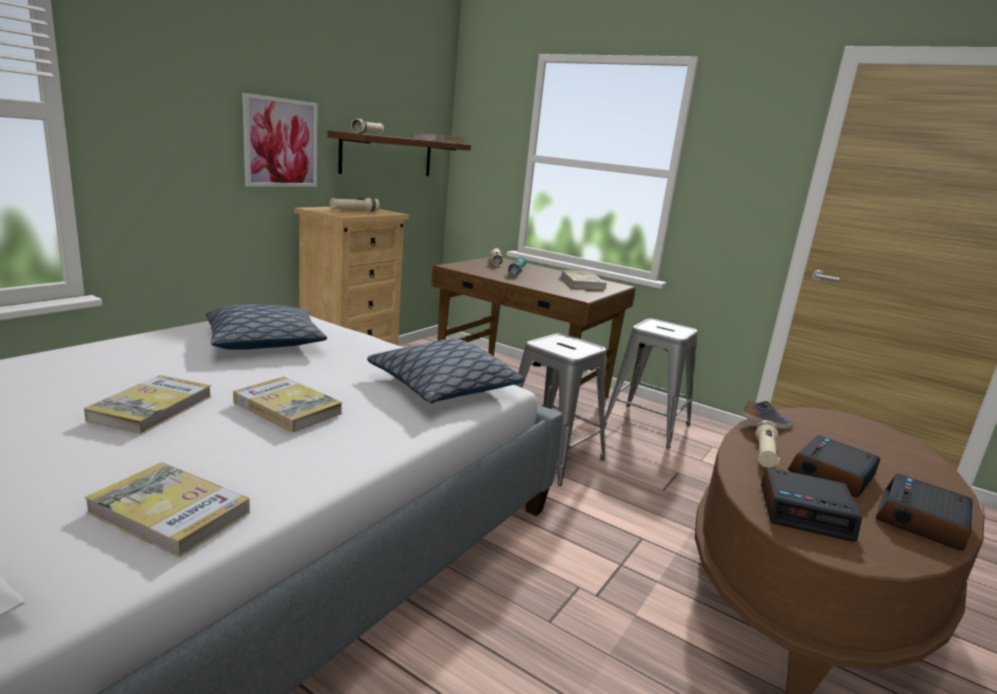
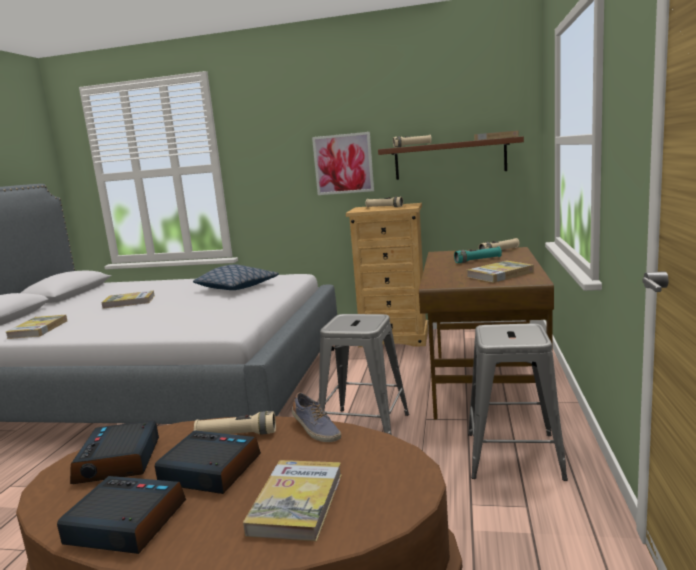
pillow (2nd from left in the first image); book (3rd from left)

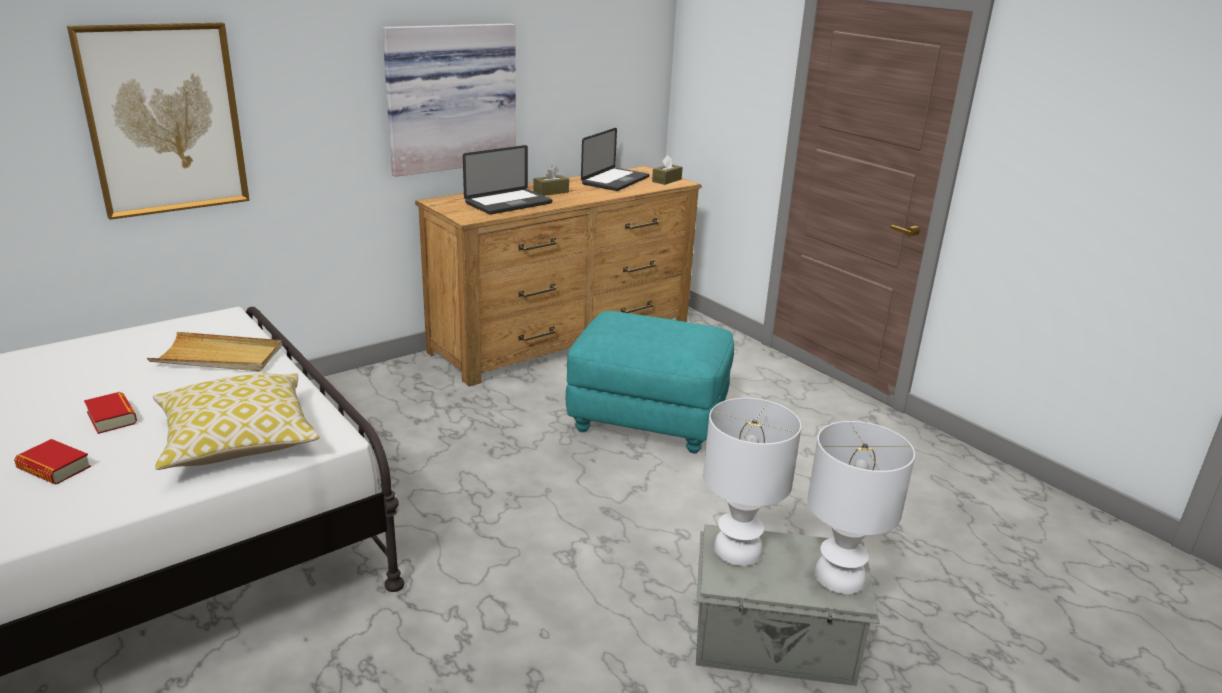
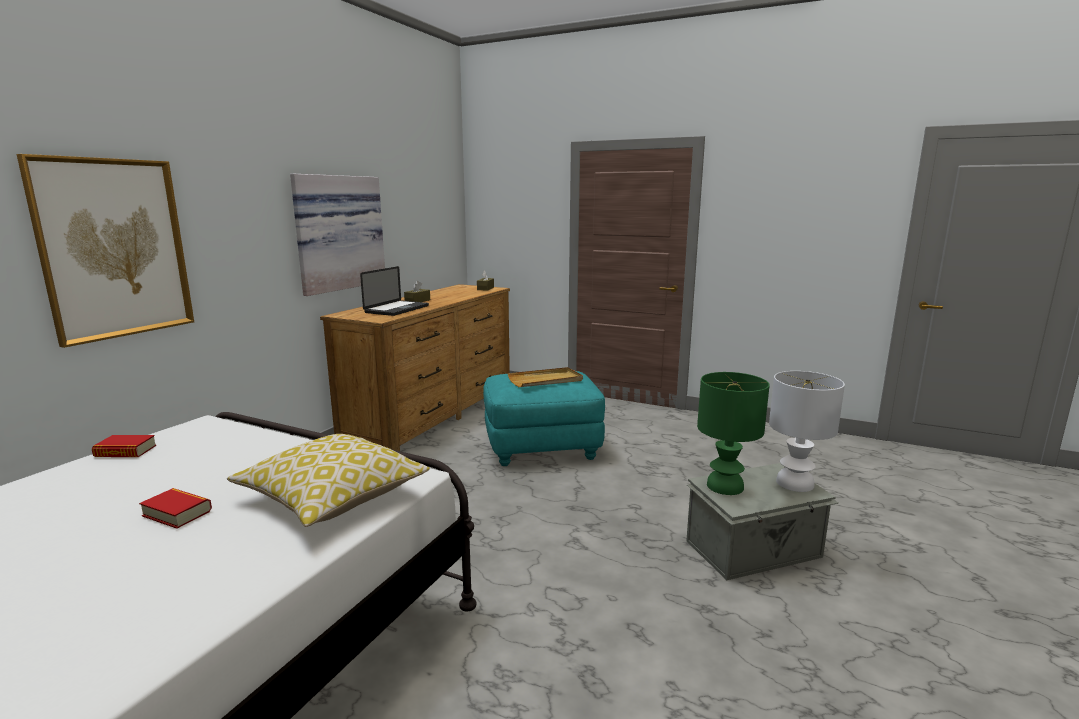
laptop (2nd from left in the first image); book (1st from left); beige tray; green table lamp

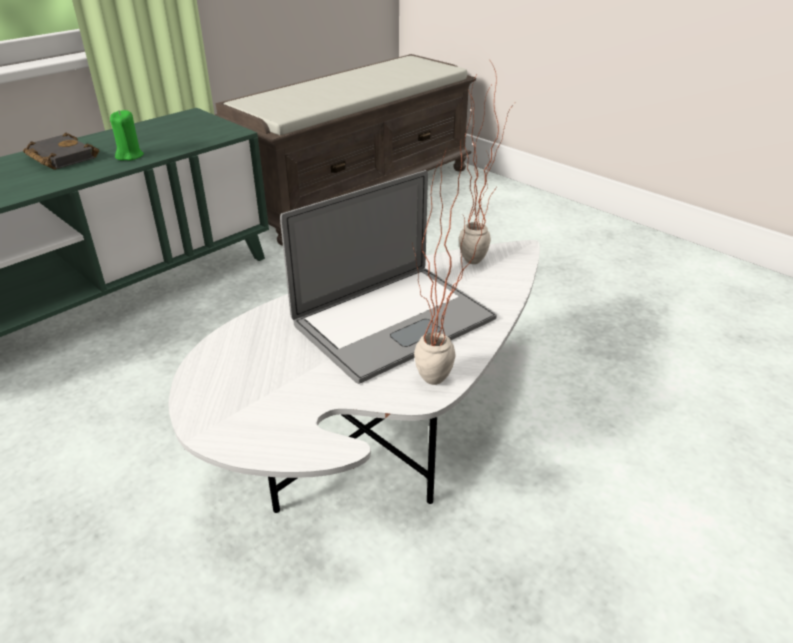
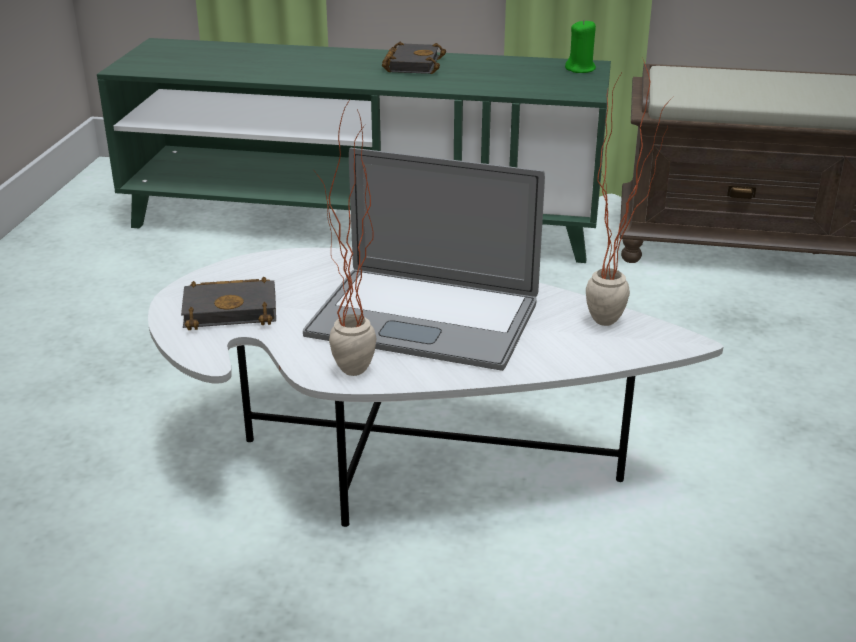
black book (1st from left); green candle

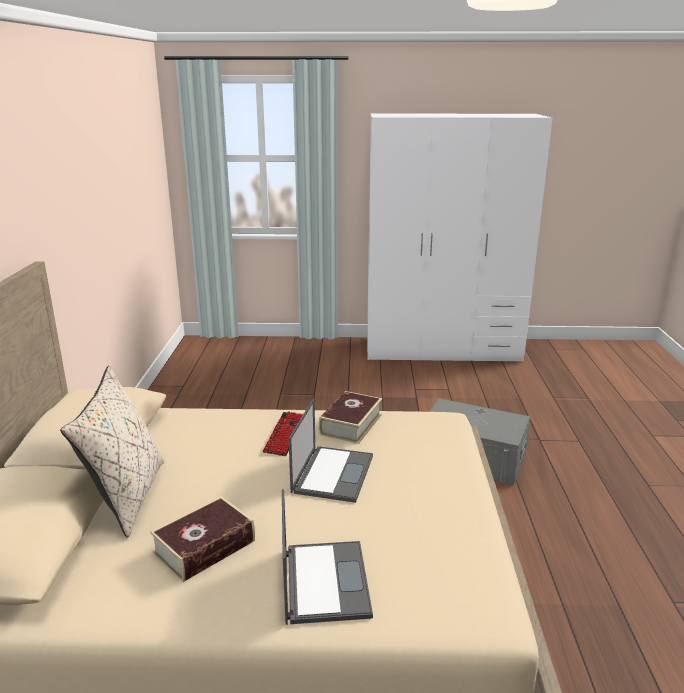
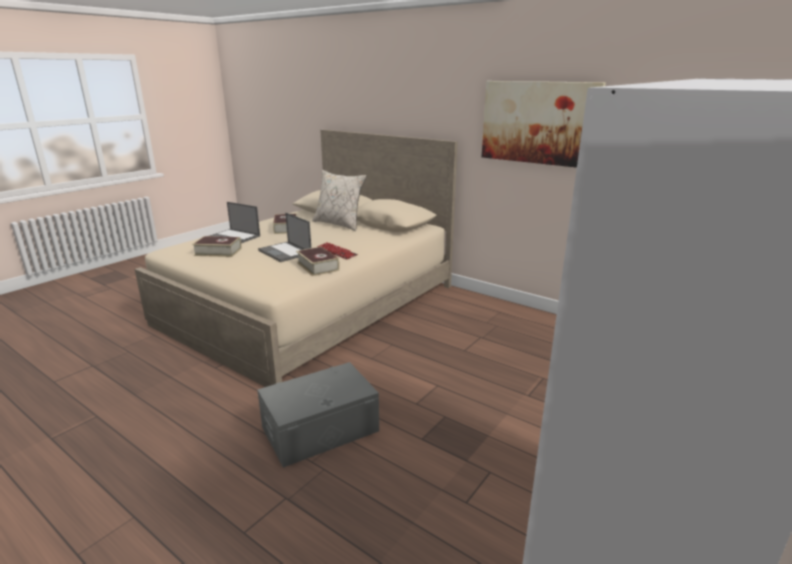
book (1st from left); picture

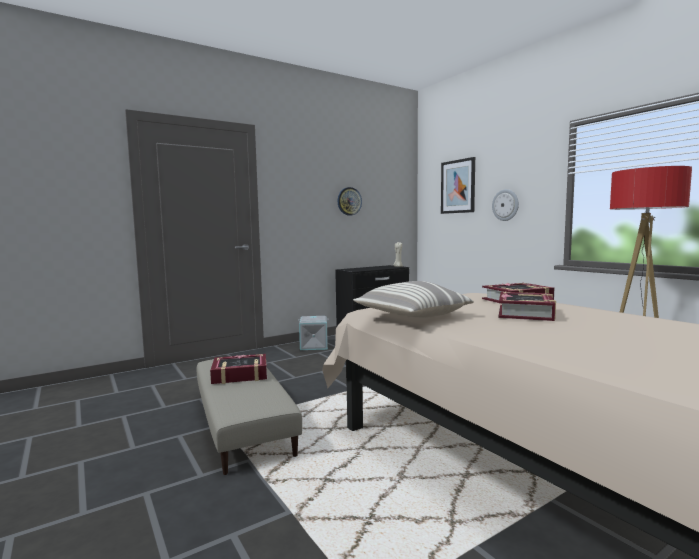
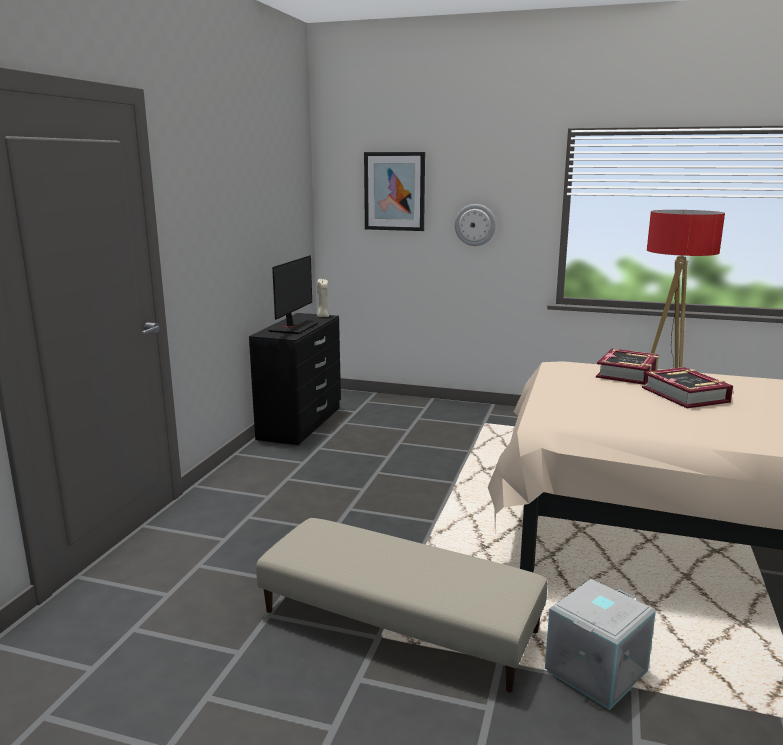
book (1st from left in the first image); wall clock (1st from left in the first image); pillow; monitor; grey storage box

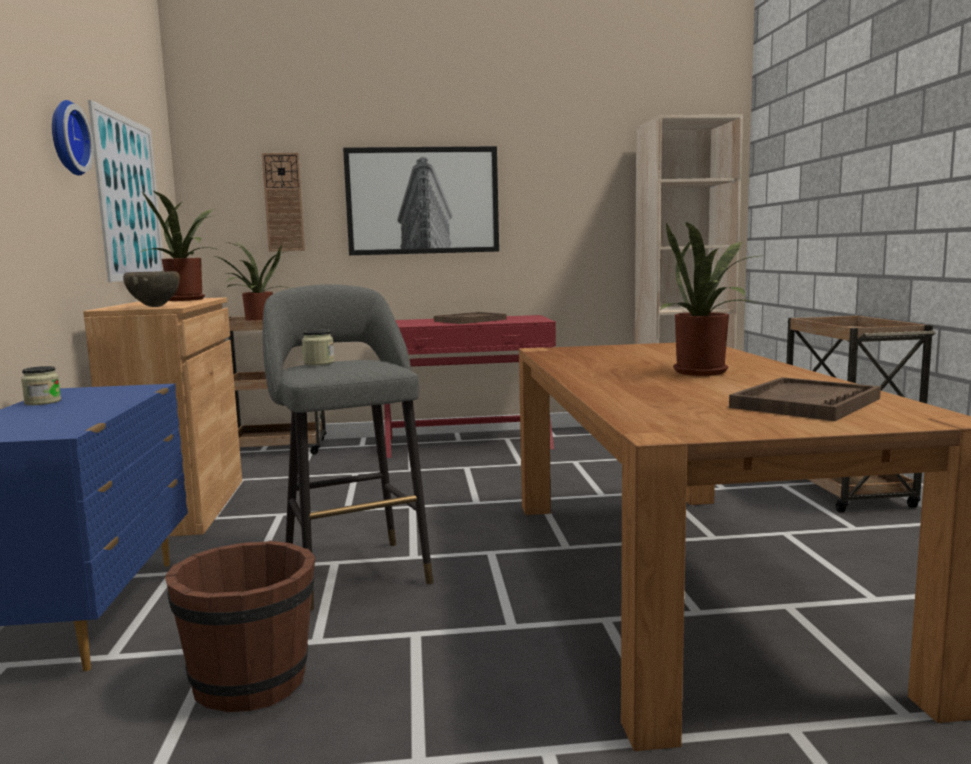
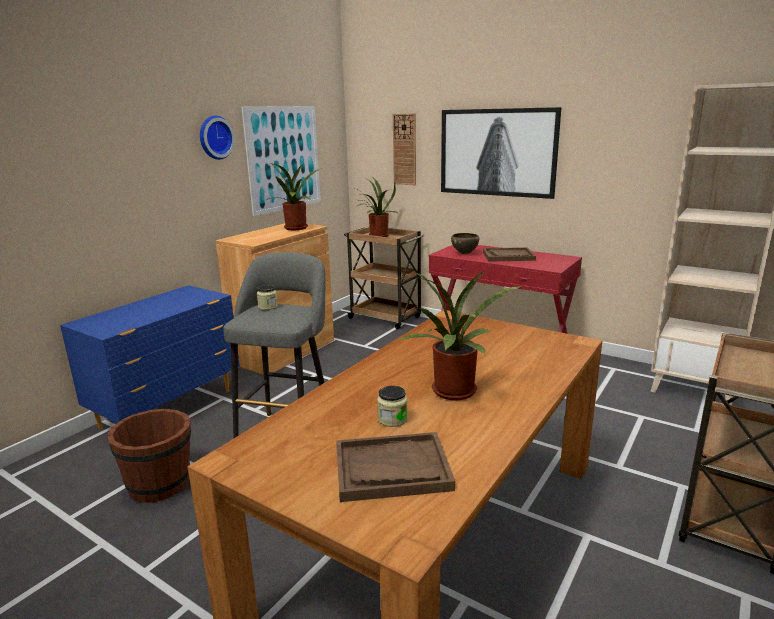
jar (2nd from left); brown bowl

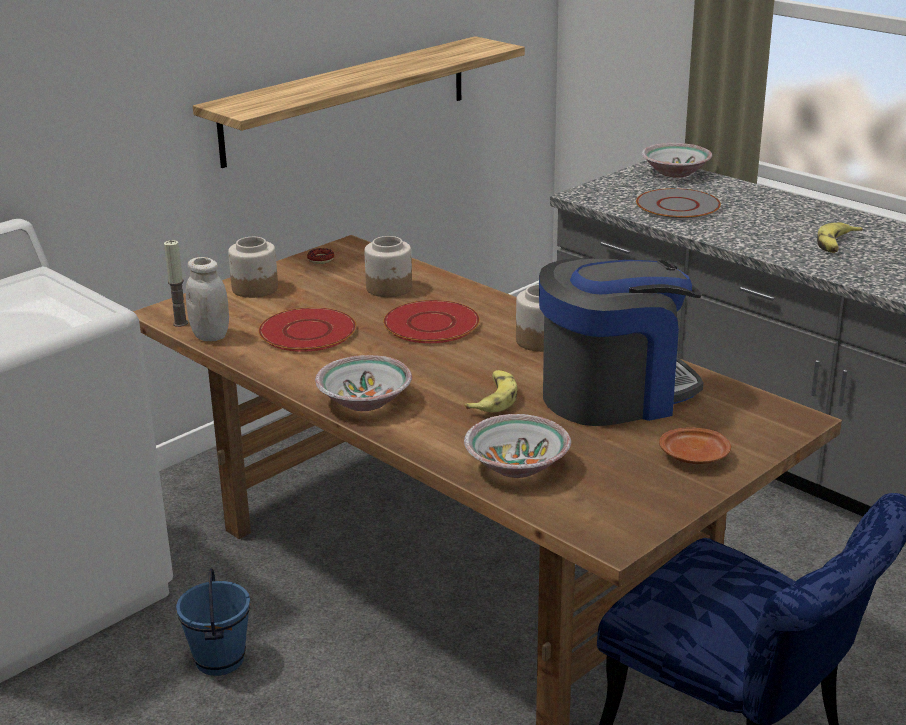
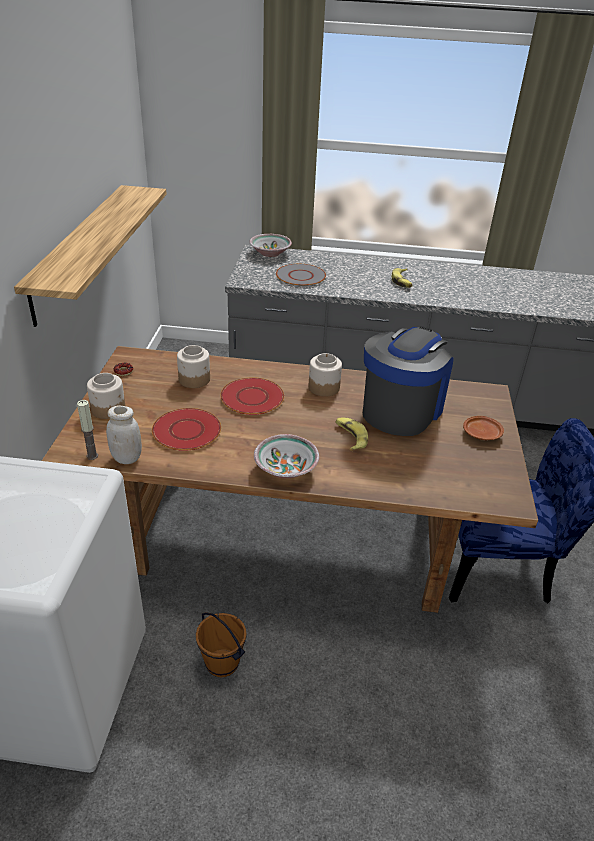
bowl (2nd from left in the first image); brown bucket

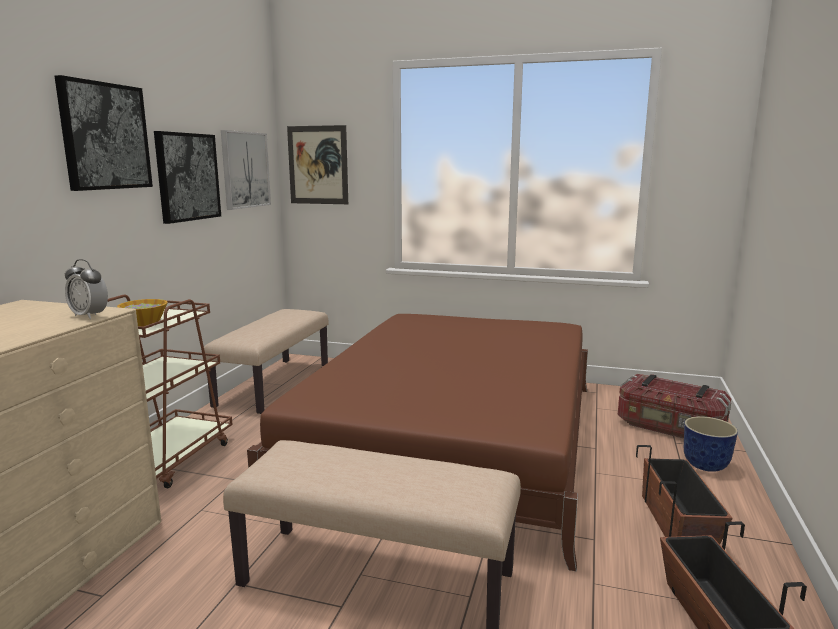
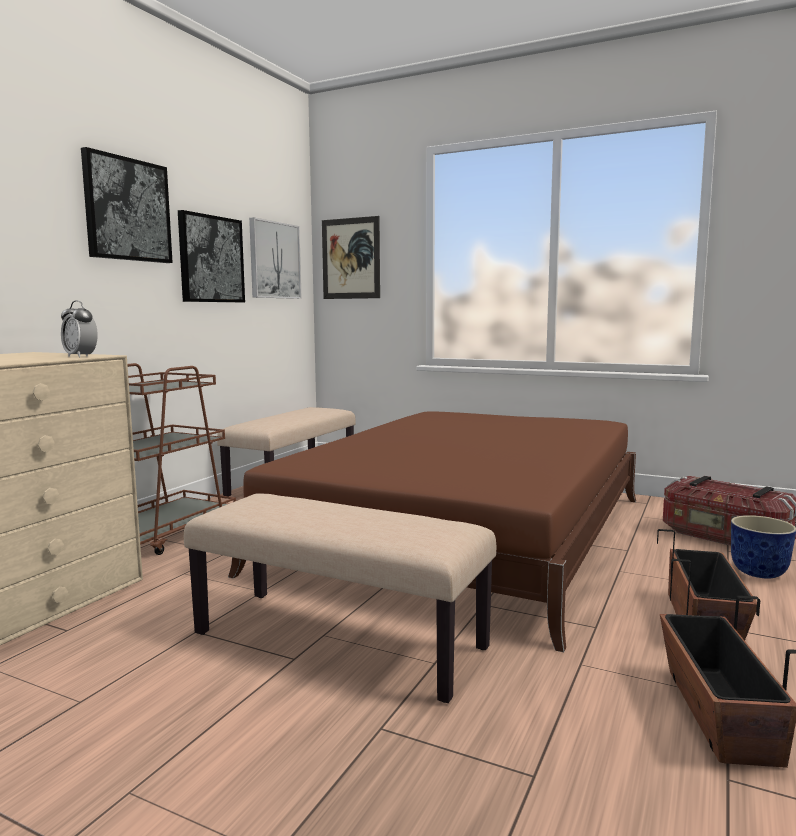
bowl

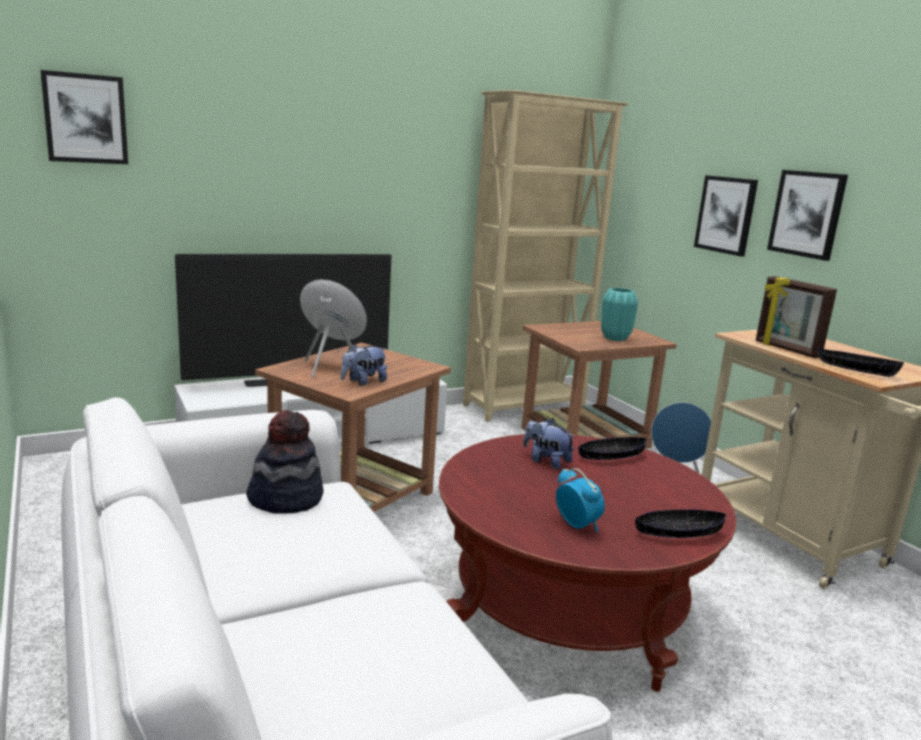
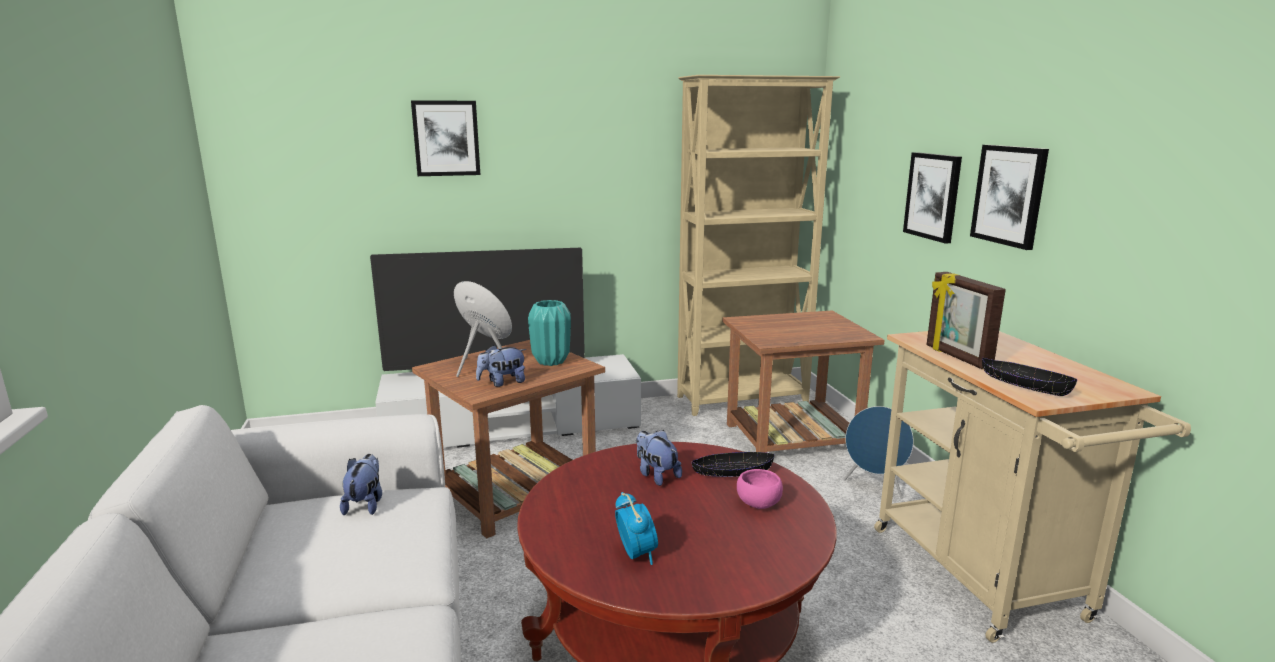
black bowl (2nd from left in the first image); pink bowl; picture (1st from left); turquoise vase; plush toy (1st from left)

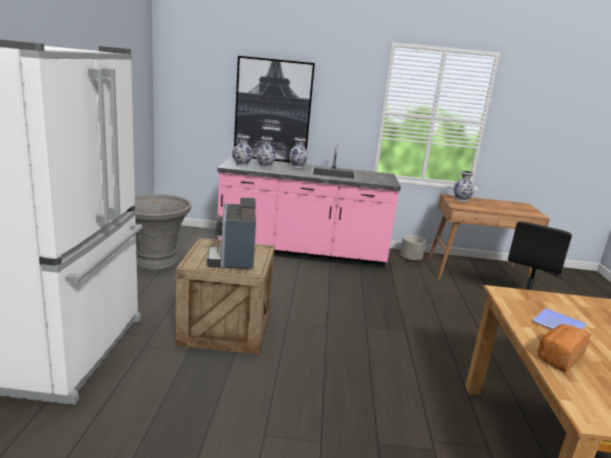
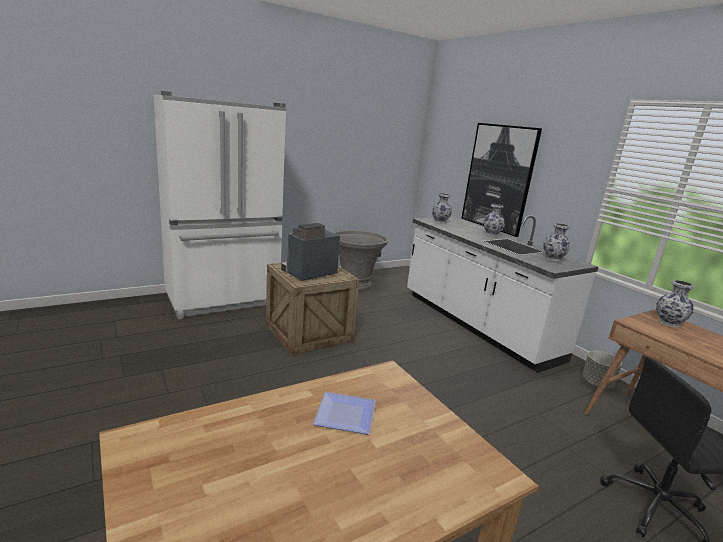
bread; vase (3rd from left); white counter

